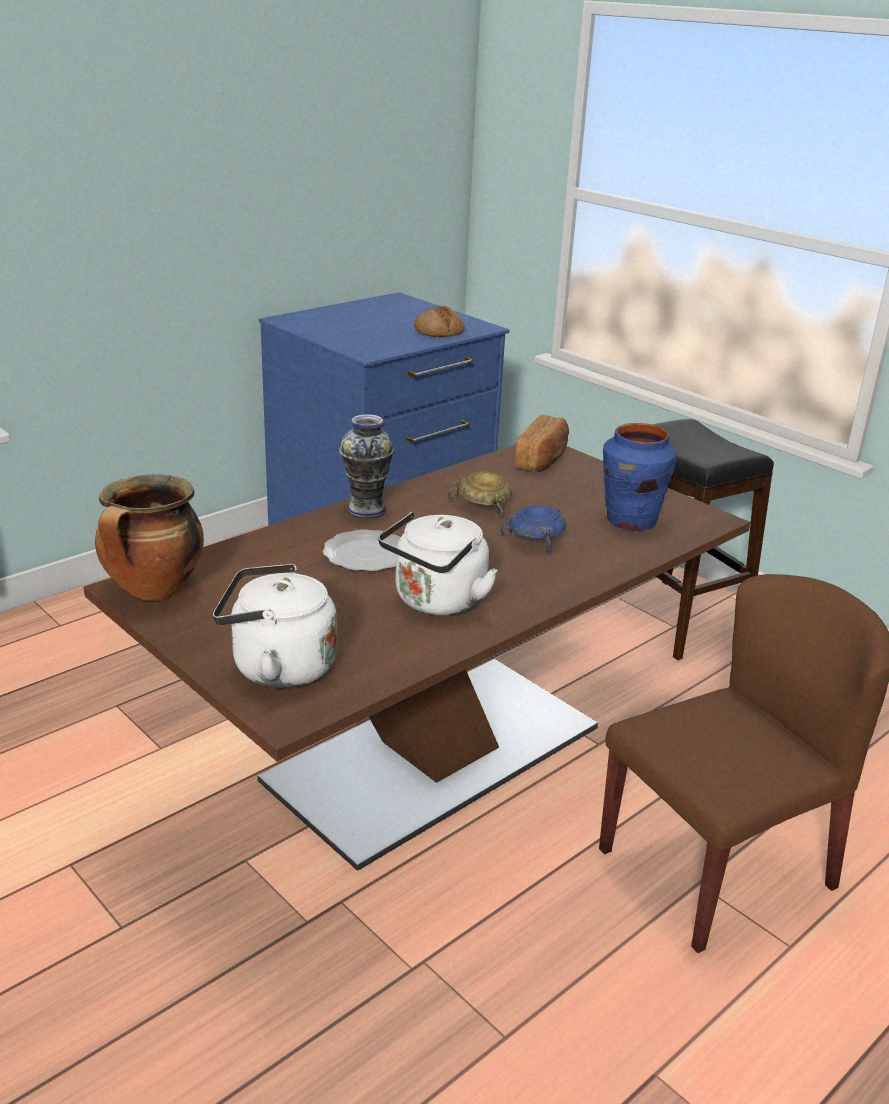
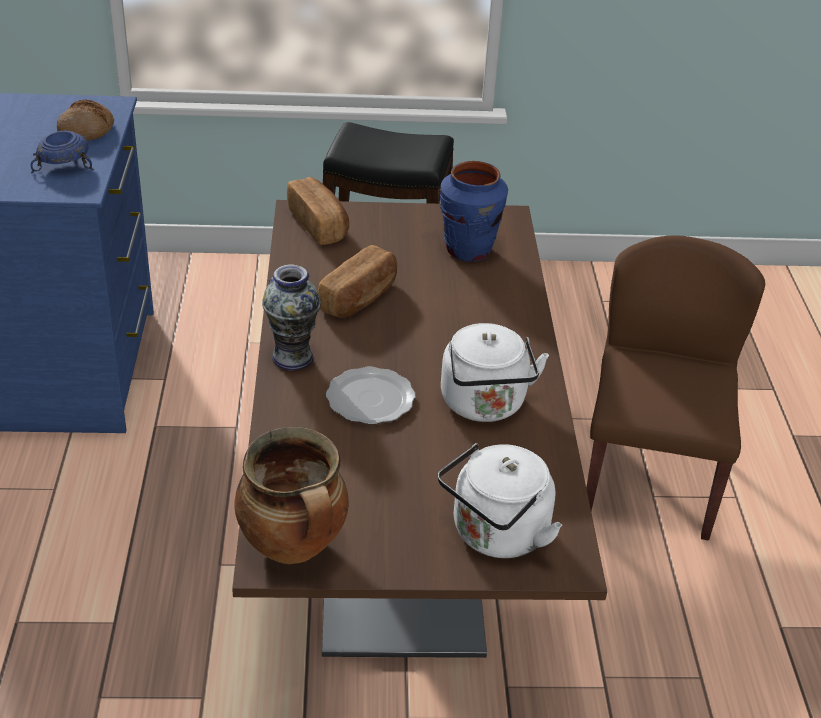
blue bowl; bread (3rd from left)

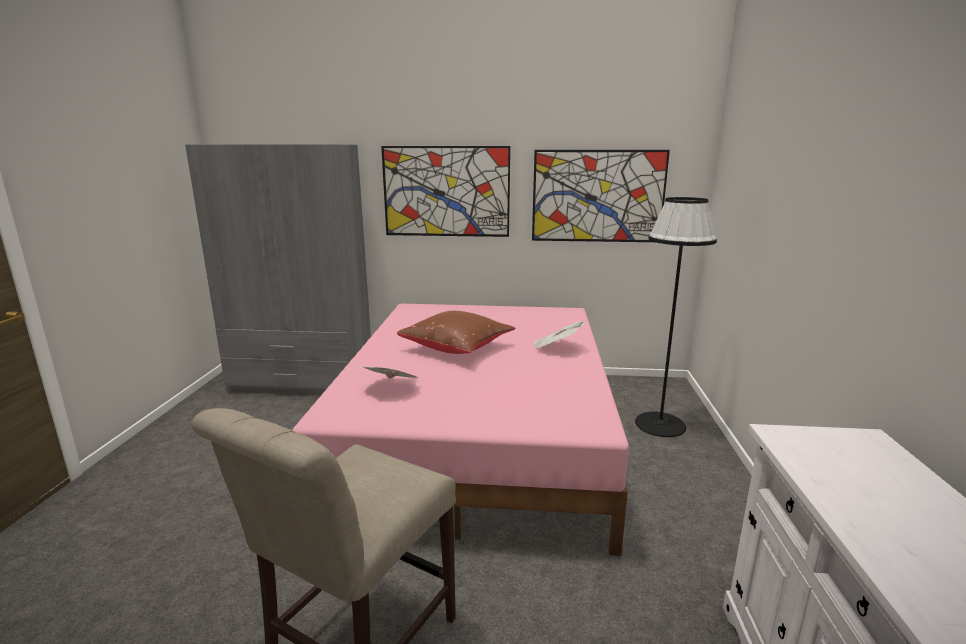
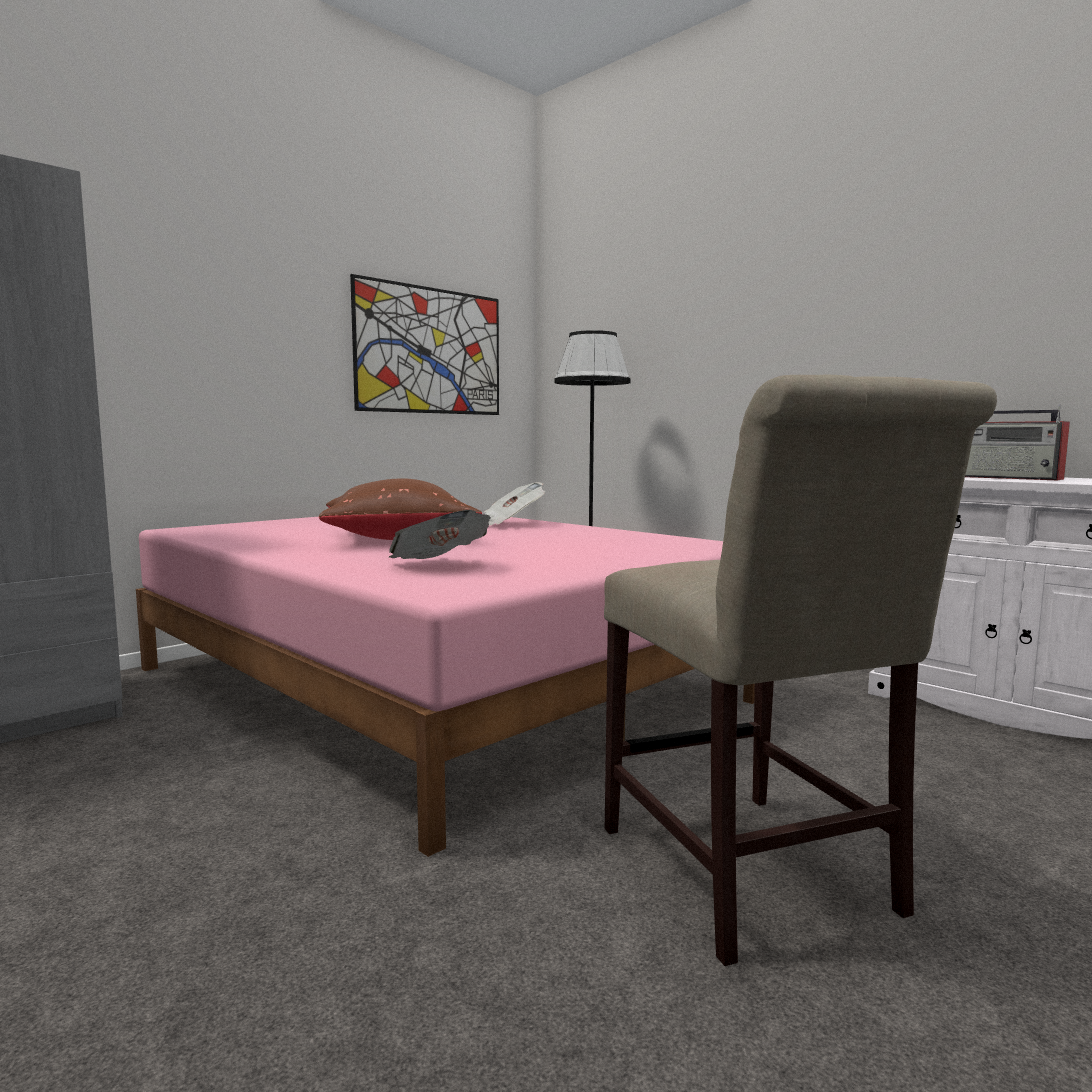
picture (1st from left in the first image); radio

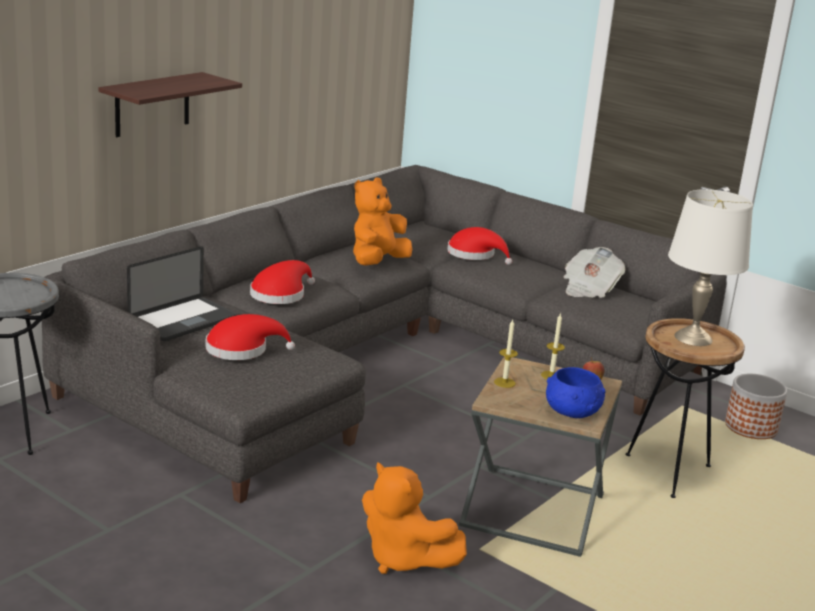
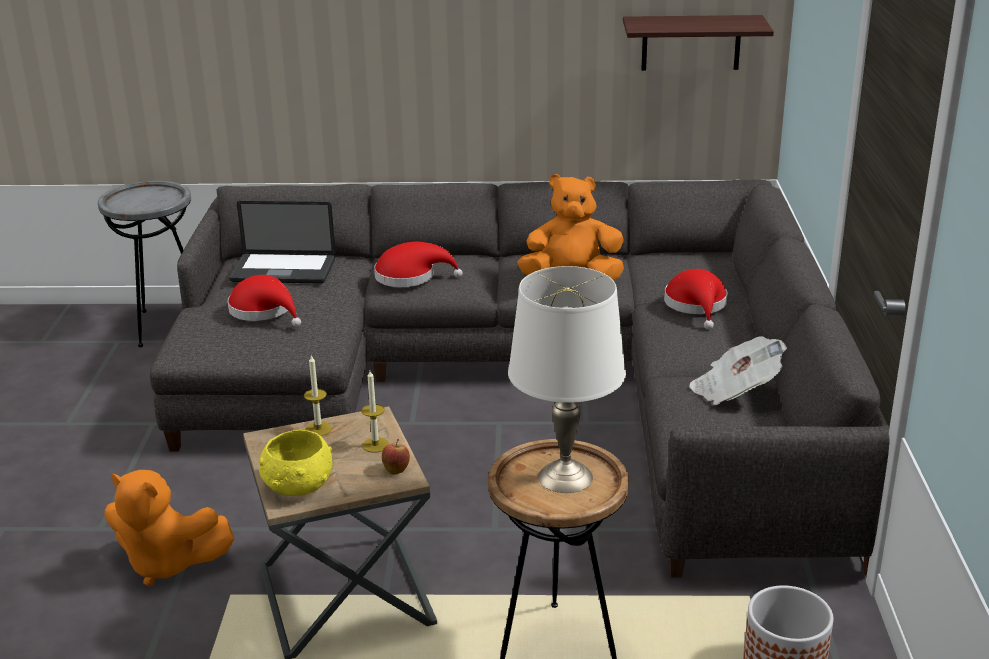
shelf; yellow bowl; orange plush toy (1st from left)

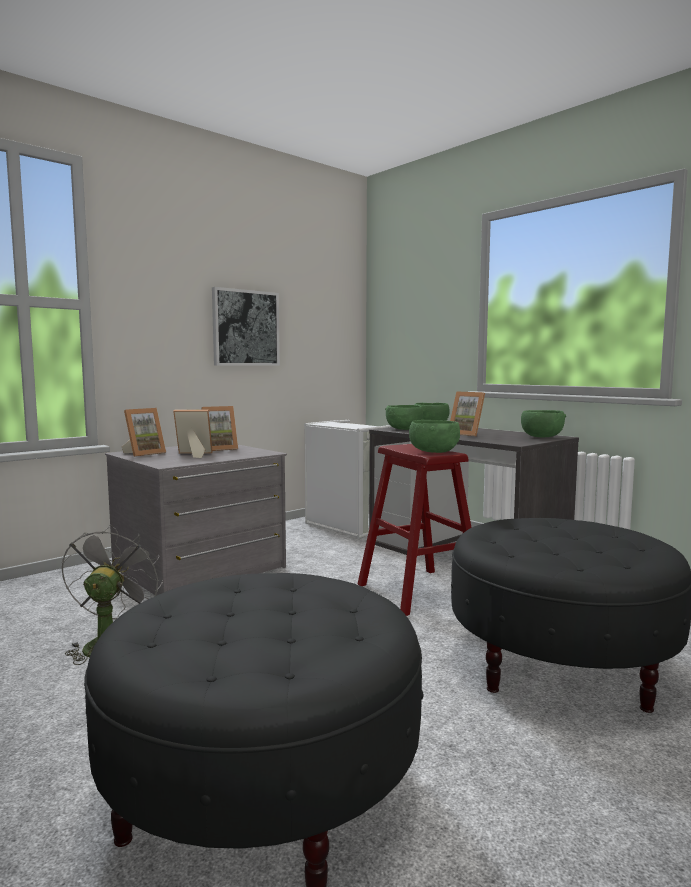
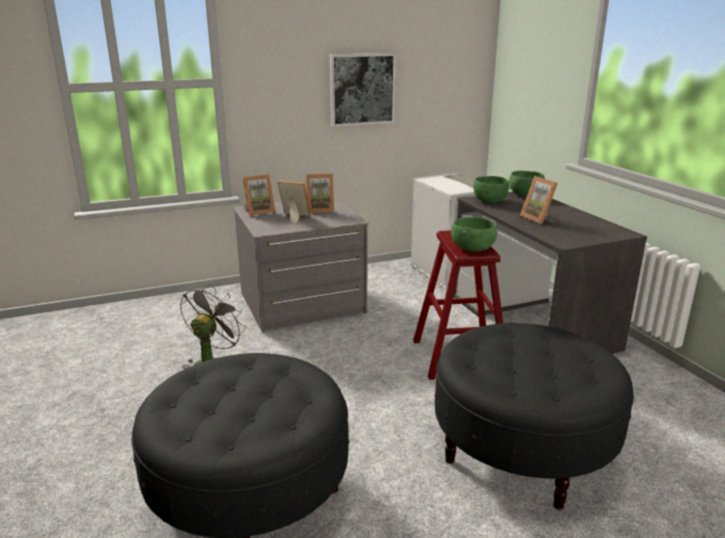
green bowl (4th from left in the first image)

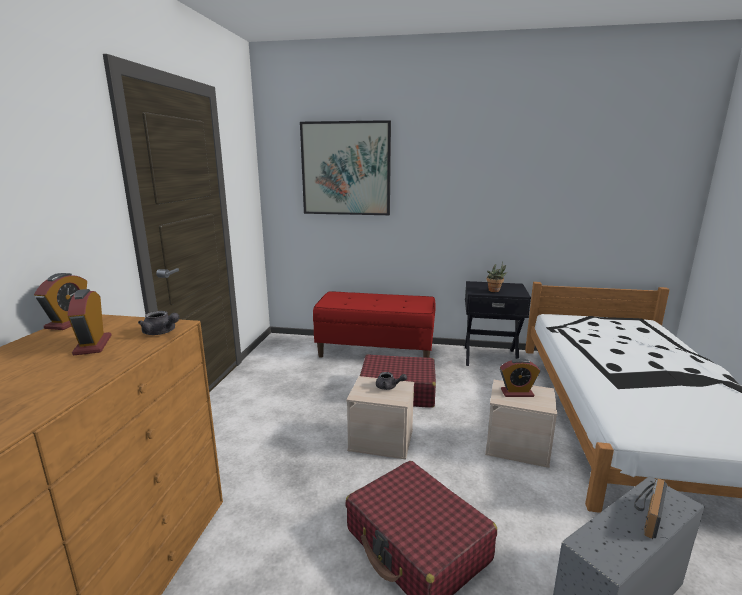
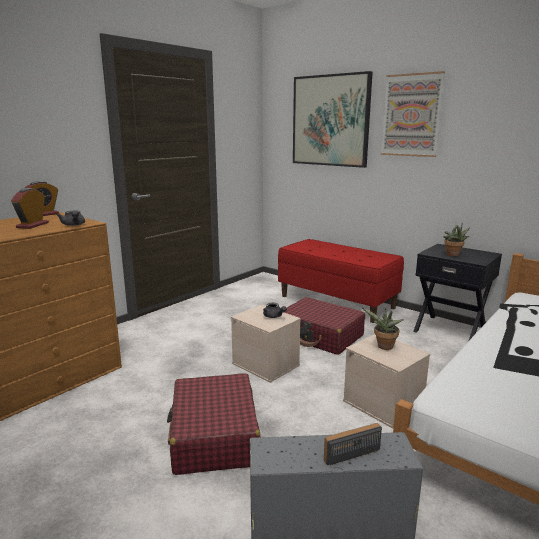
picture (2nd from left); potted plant (1st from left)

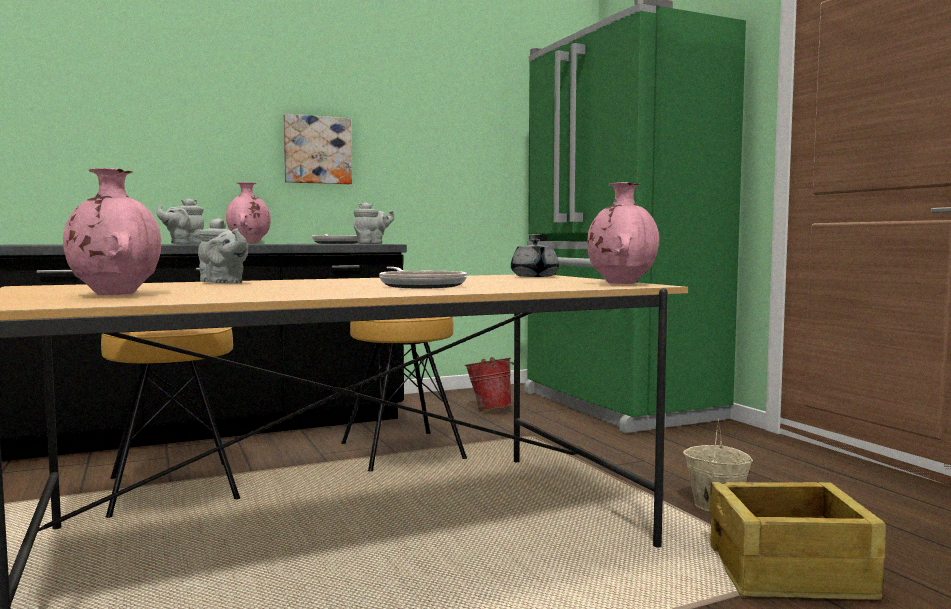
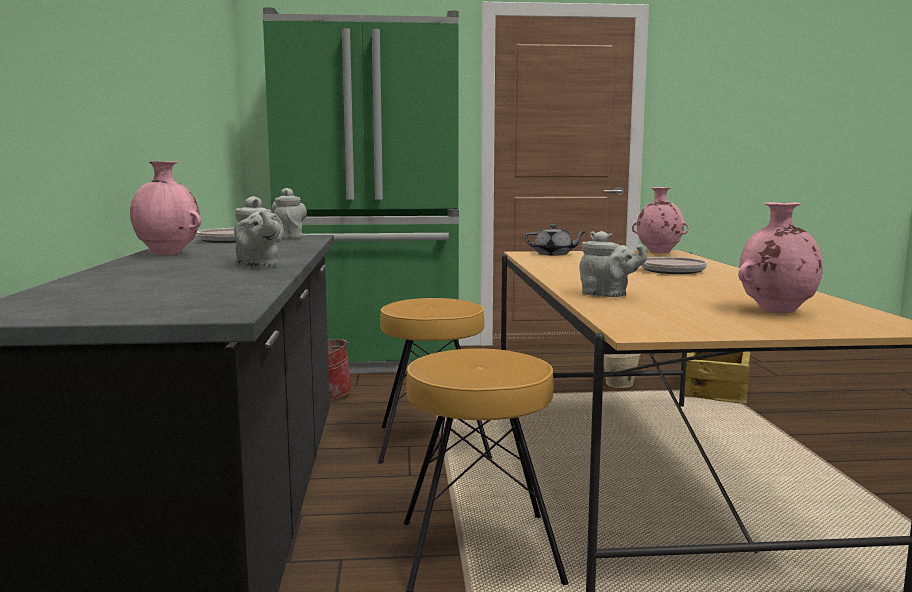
picture; grey teapot (4th from left)

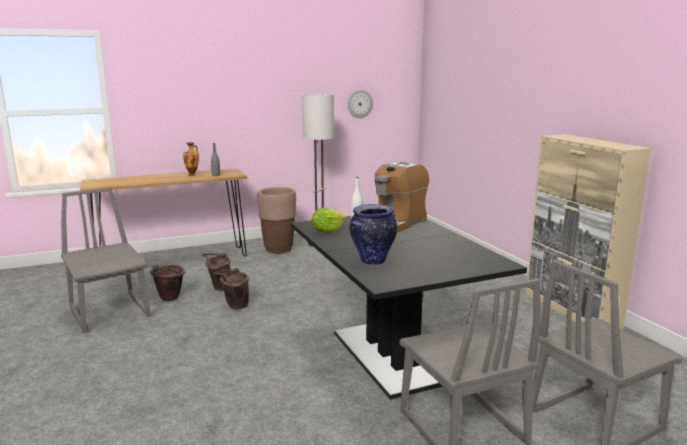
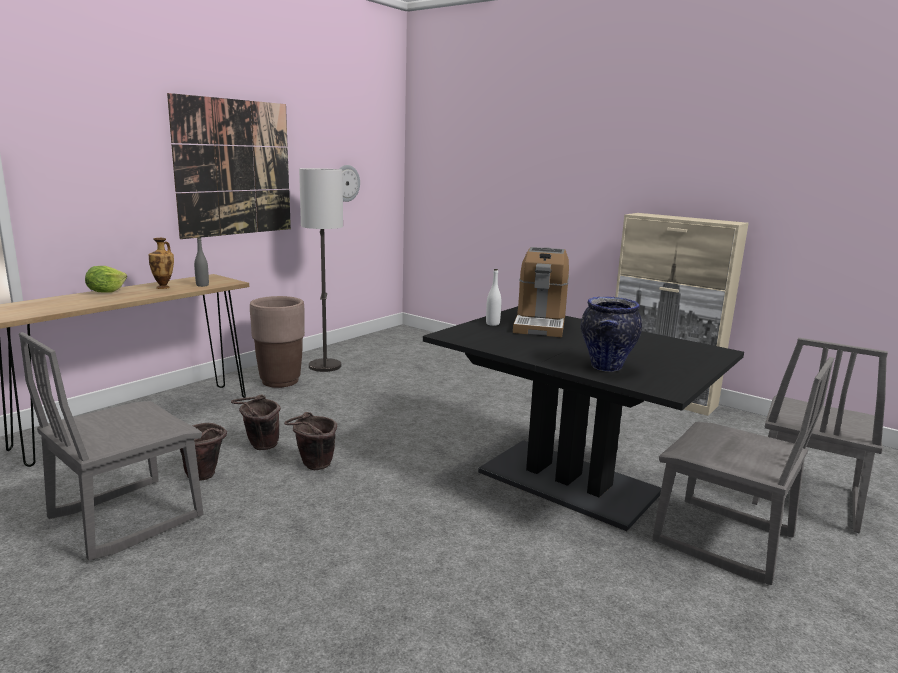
picture; lettuce; grey chair (1st from left)

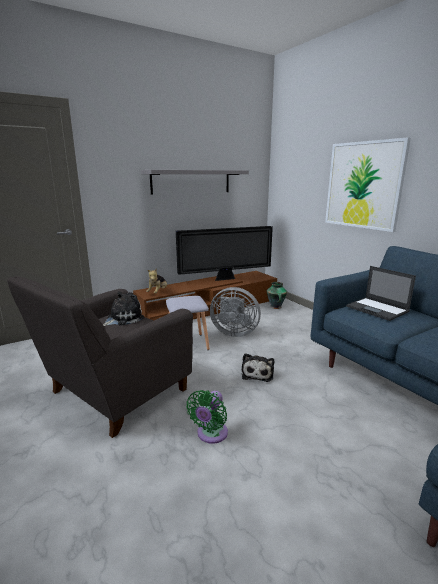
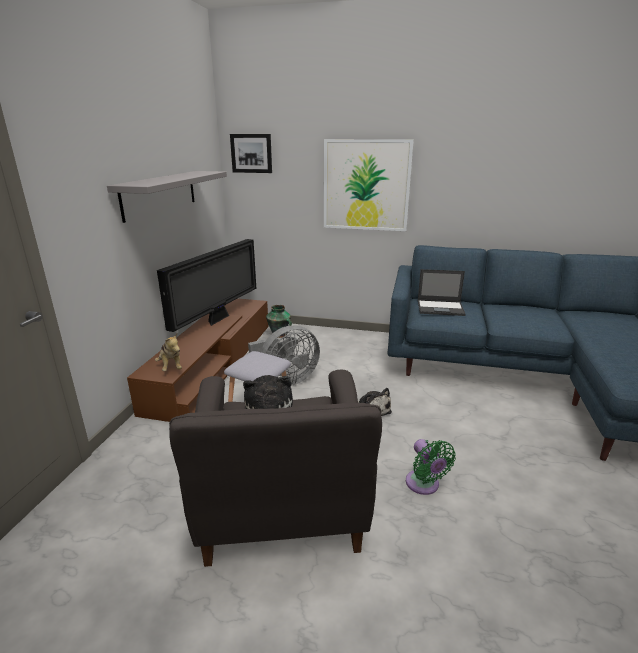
picture (1st from left)

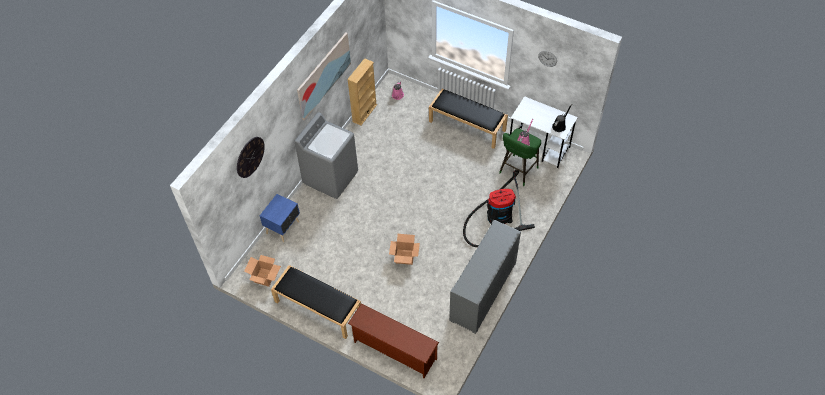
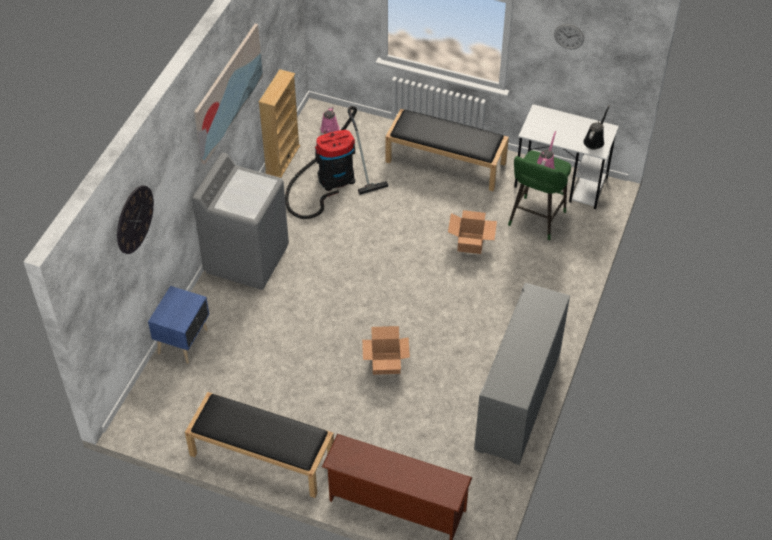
cardboard box (2nd from left); vacuum cleaner

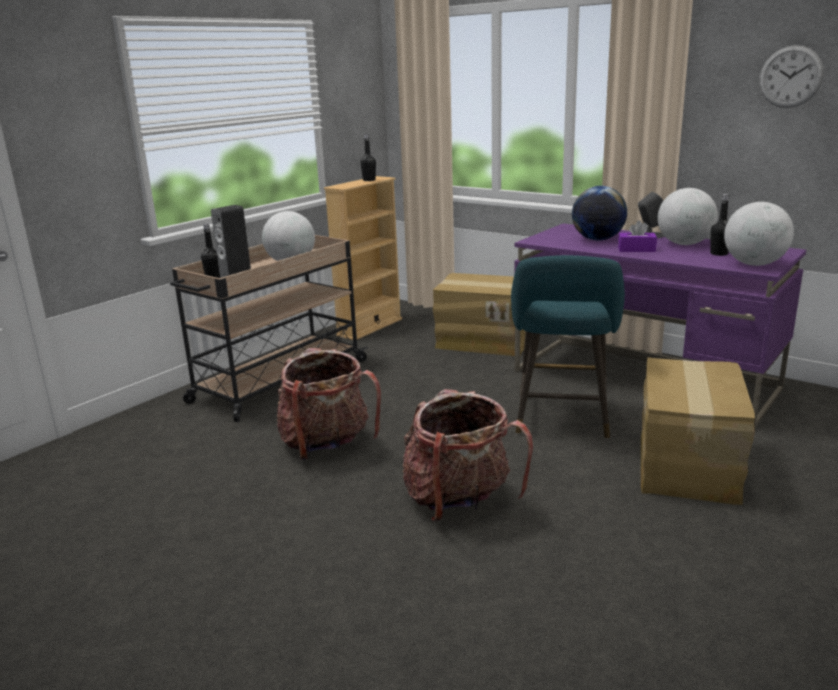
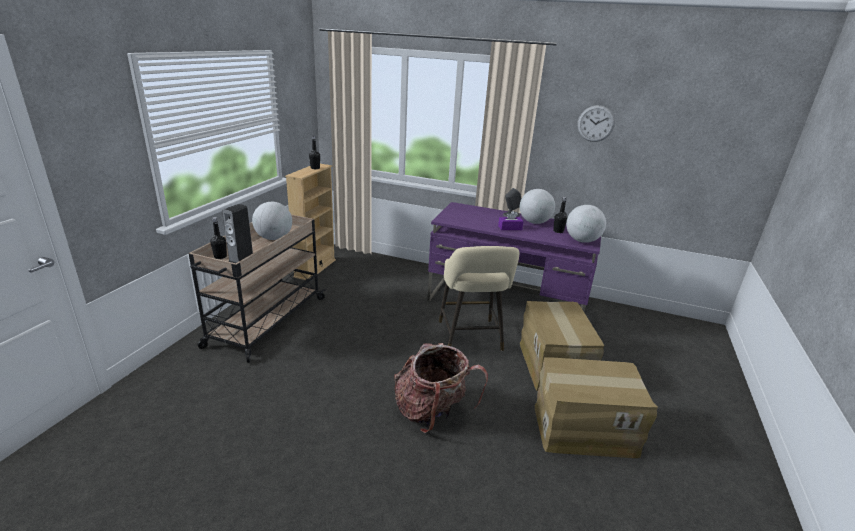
backpack (1st from left in the first image); globe (2nd from left in the first image); cardboard box (2nd from left); beige stool

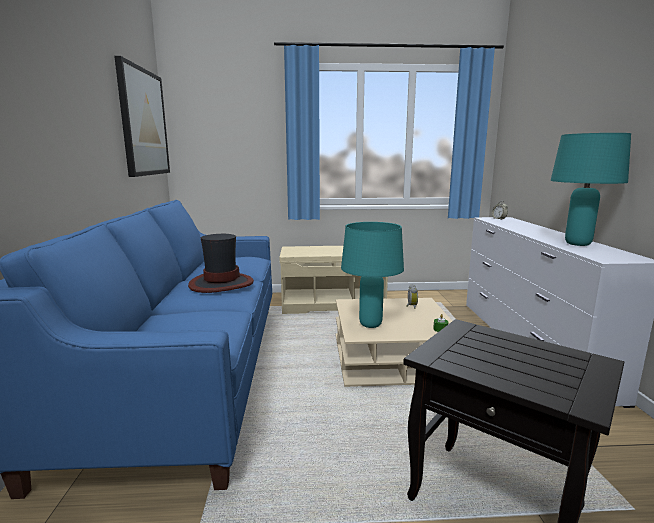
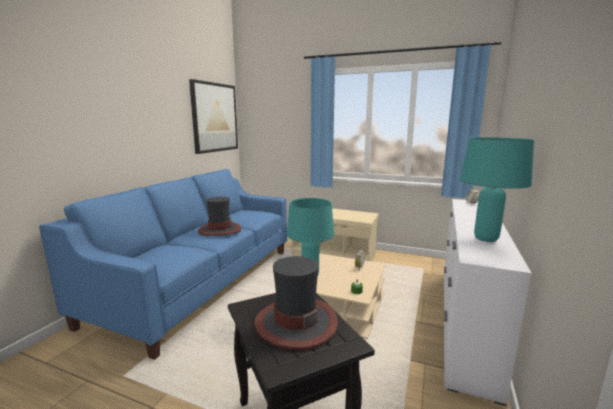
hat (2nd from left)

